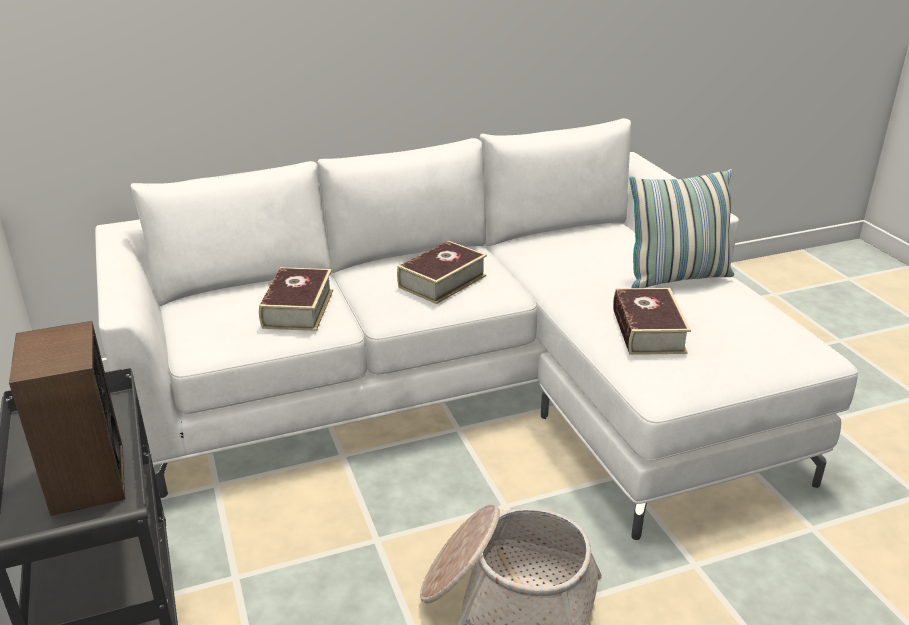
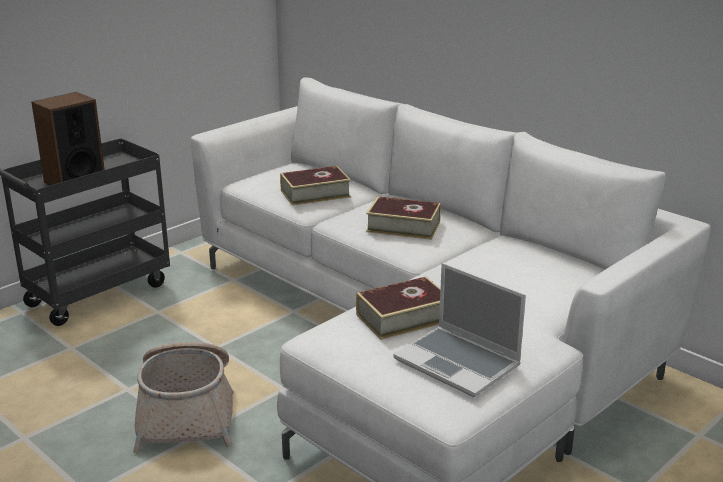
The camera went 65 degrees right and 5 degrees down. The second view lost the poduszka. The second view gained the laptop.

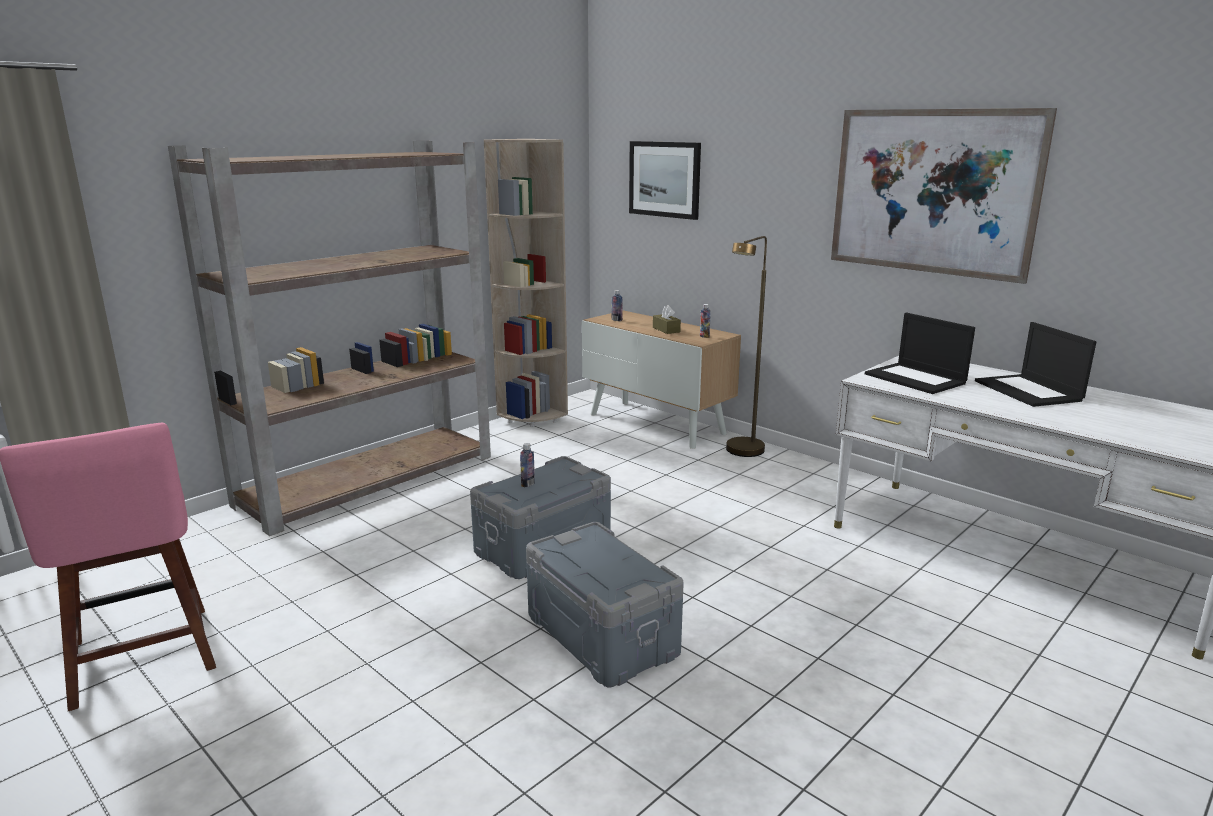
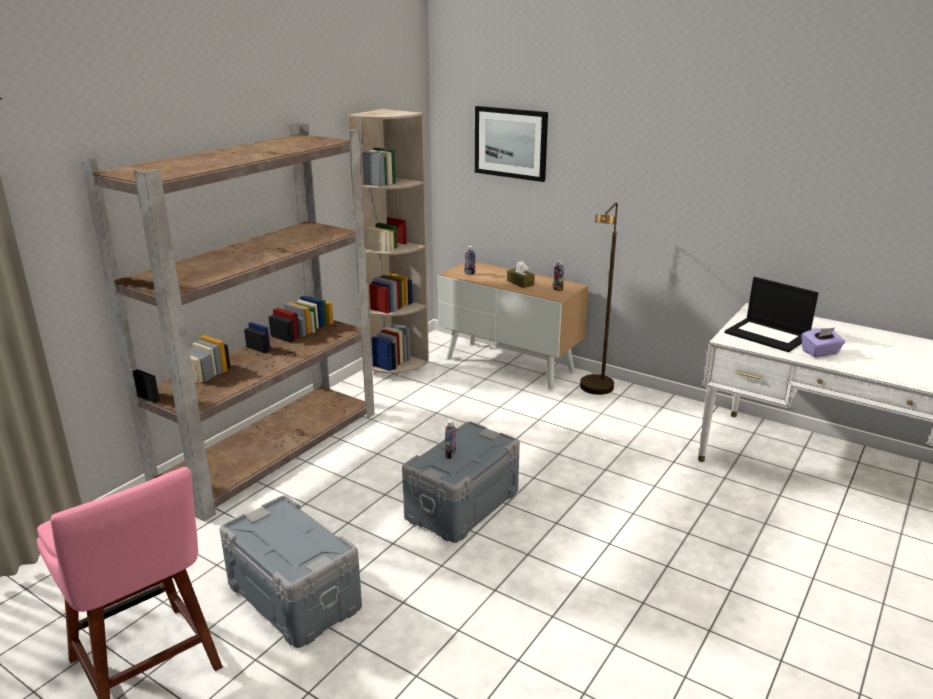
The camera went 10 degrees left and 5 degrees up. The second view lost the obraz (no. 2 from left). The second view lost the laptop (no. 2 from left). The pojemnik do przechowywania (szary) (no. 2 from left in the first image) ended up elsewhere. The second view gained the pudełko chusteczek (fioletowy).

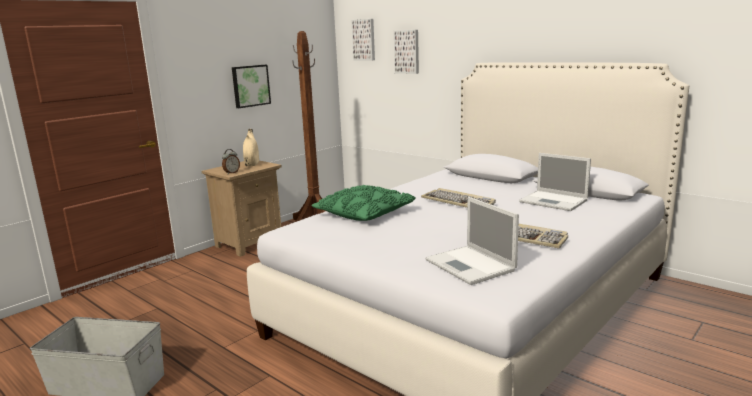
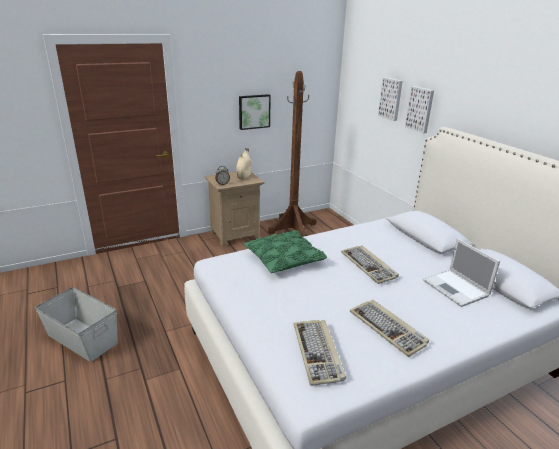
The camera went 20 degrees right and 10 degrees up. The obraz (no. 2 from left in the first image) ended up elsewhere. Where the laptop (no. 1 from left) stood, the klawiatura (no. 1 from left) came to stand.

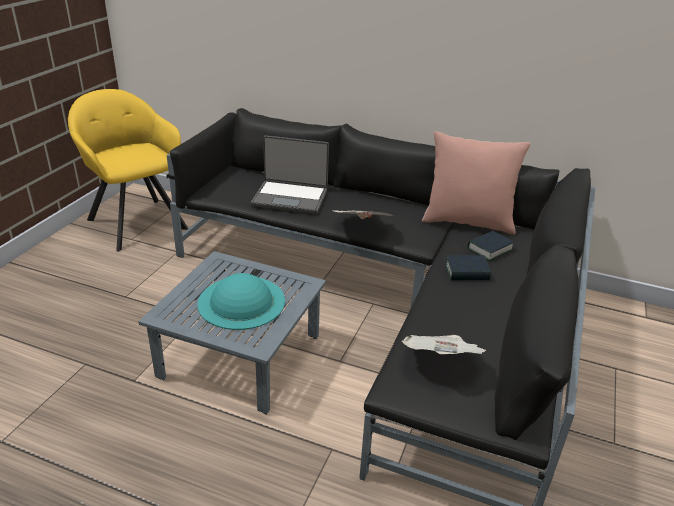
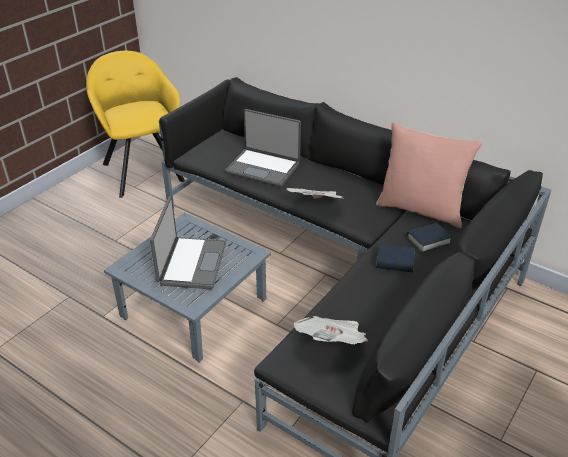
The camera went 15 degrees right and 5 degrees up. Where the kapelusz (turkusowy) stood, the laptop (no. 1 from left) came to stand.

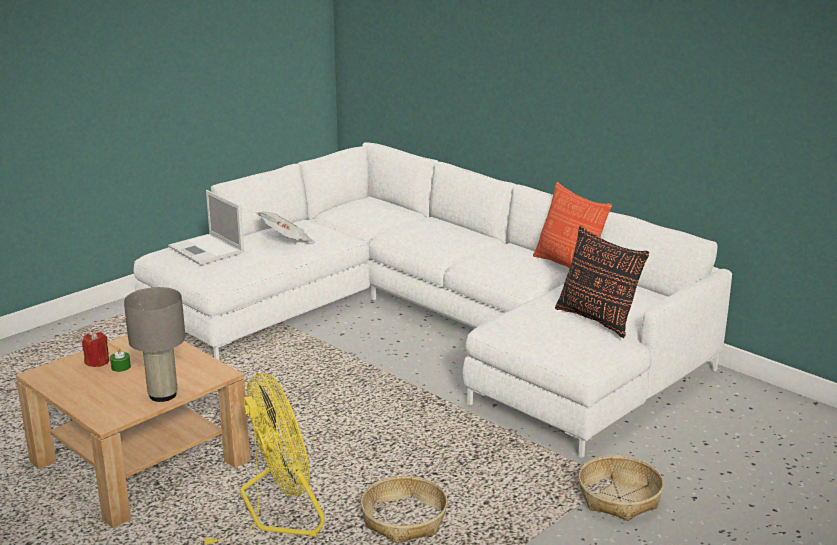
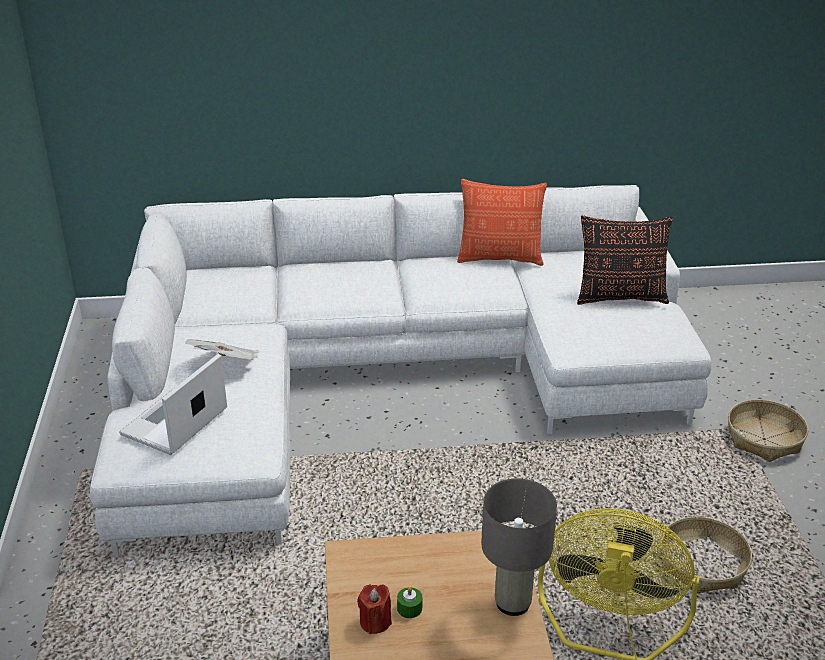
The camera went 50 degrees left and 10 degrees up. The laptop ended up facing another way, 120 degrees clockwise from before.

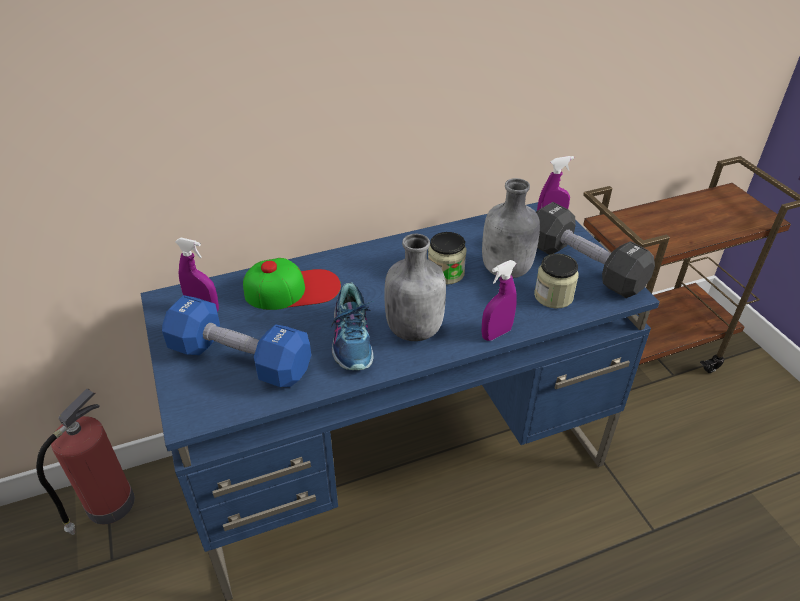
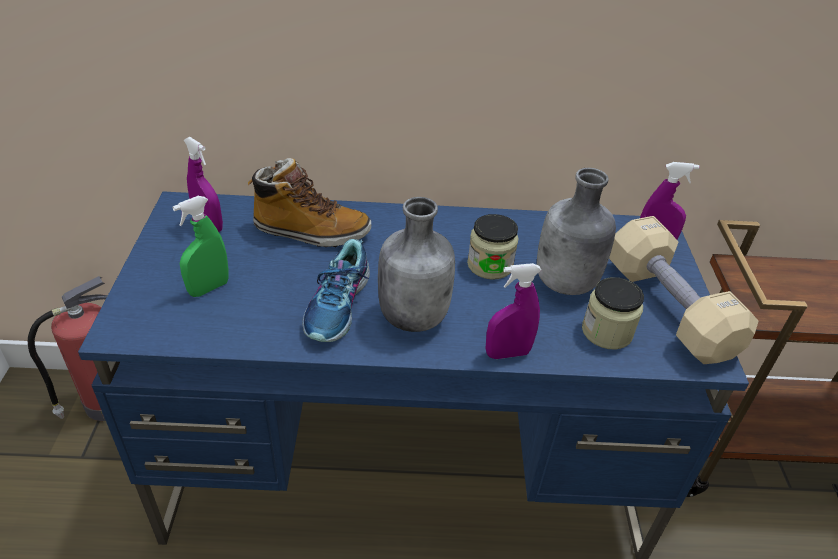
The camera went 20 degrees right and 0 degrees up. What was the hantel (czarny) turned into the hantel (beżowy). Where the czapka z daszkiem stood, the but z cholewką came to stand. Where the hantel (niebieski) stood, the spryskiwacz (zielony) came to stand.

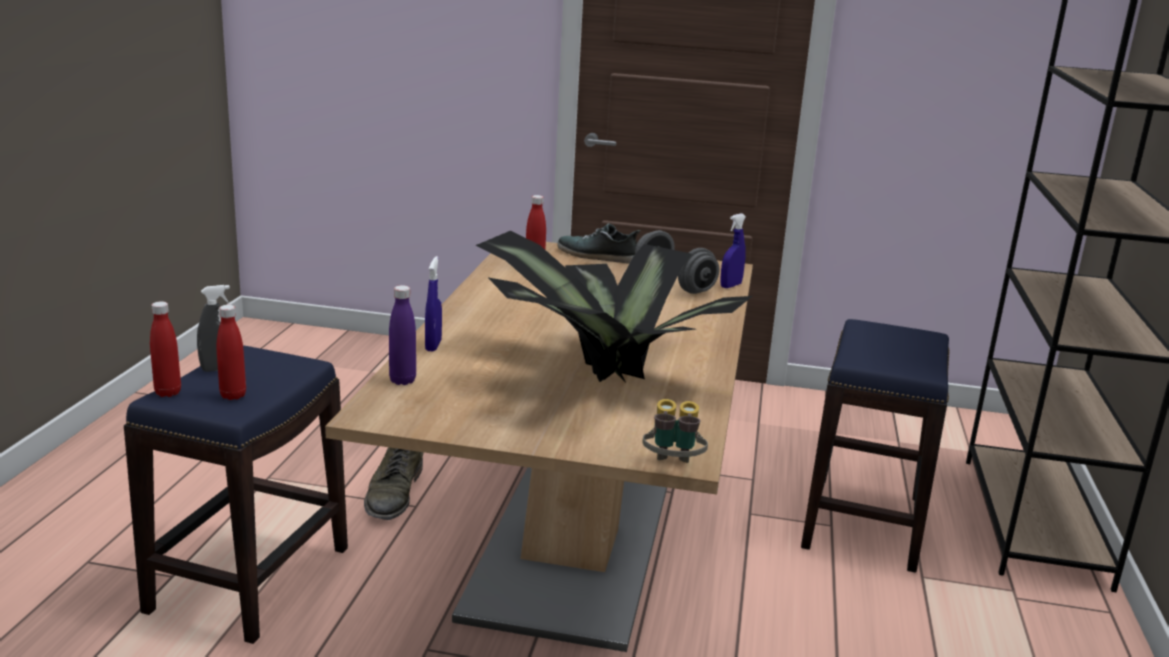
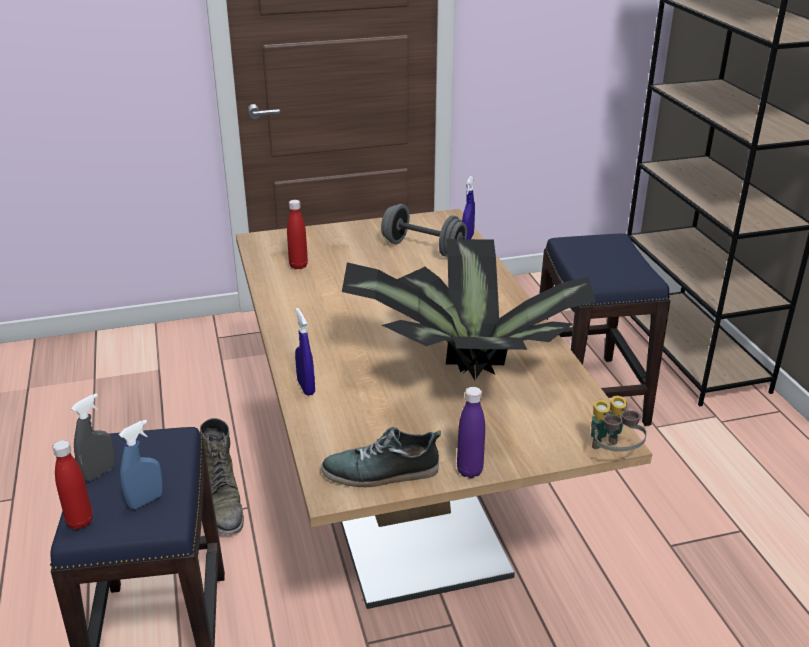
The camera went 25 degrees left and 10 degrees up. The but ended up elsewhere. The butelka (fioletowy) ended up elsewhere. Where the butelka (czerwony) (no. 2 from left) stood, the spryskiwacz (niebieski) (no. 1 from left) came to stand.

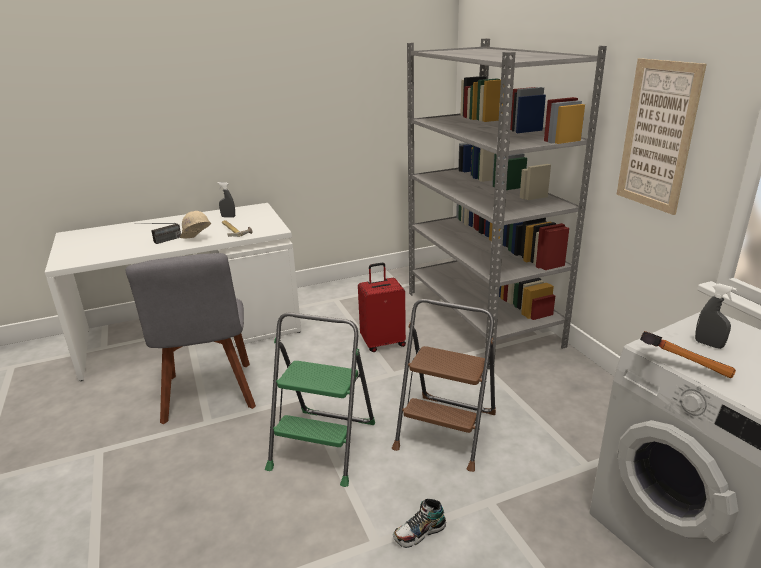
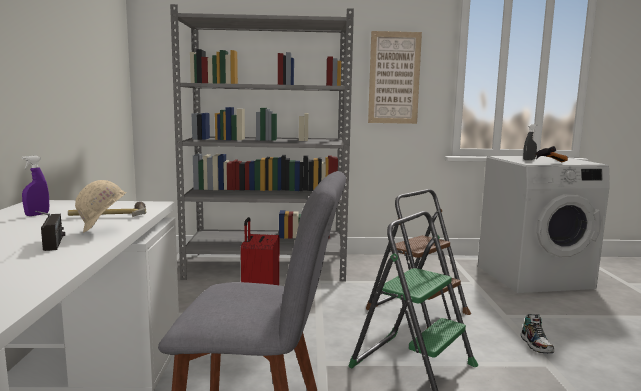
The camera went 70 degrees left and 15 degrees down. What was the spryskiwacz (szary) (no. 1 from left) turned into the spryskiwacz (fioletowy).

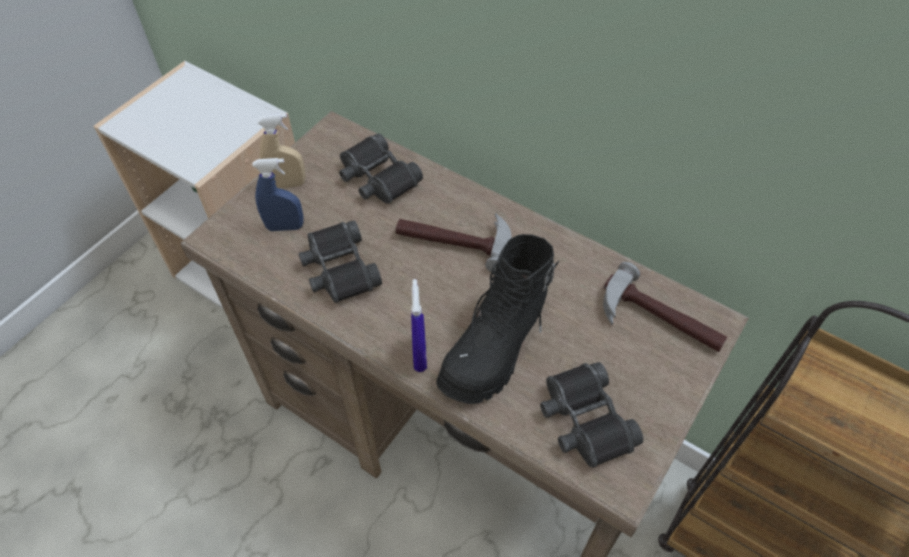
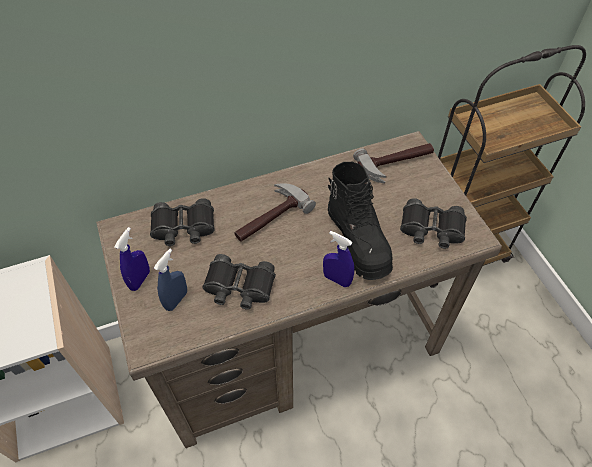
The camera went 55 degrees left and 0 degrees up. What was the spryskiwacz (beżowy) turned into the spryskiwacz (niebieski) (no. 1 from left).

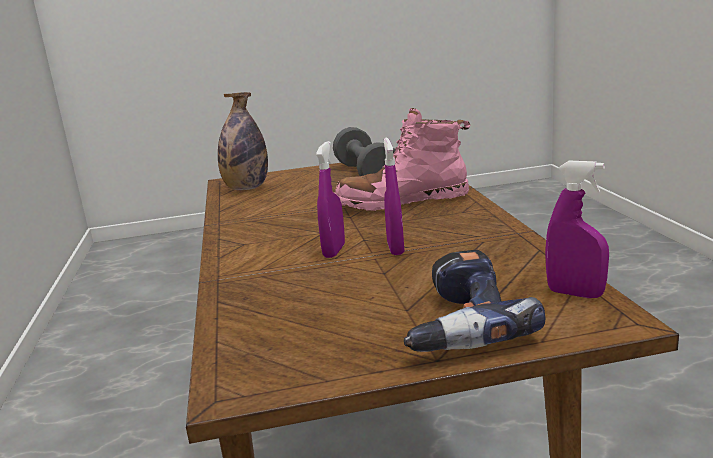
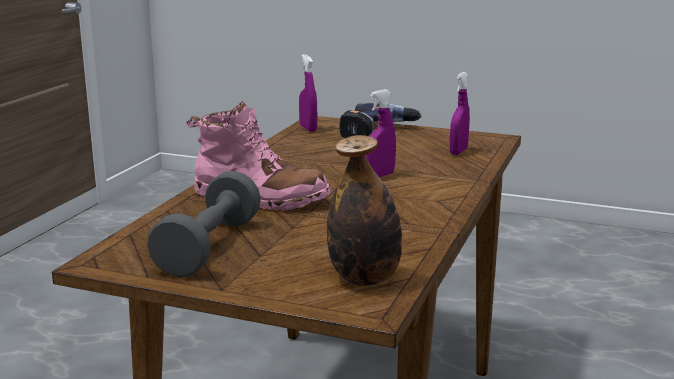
The camera went 150 degrees left and 0 degrees up. The spryskiwacz (fioletowy) (no. 2 from left in the first image) ended up elsewhere.

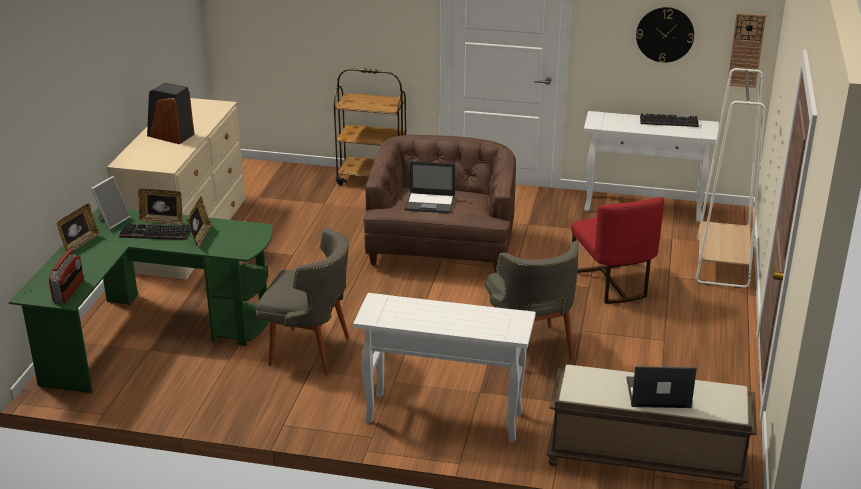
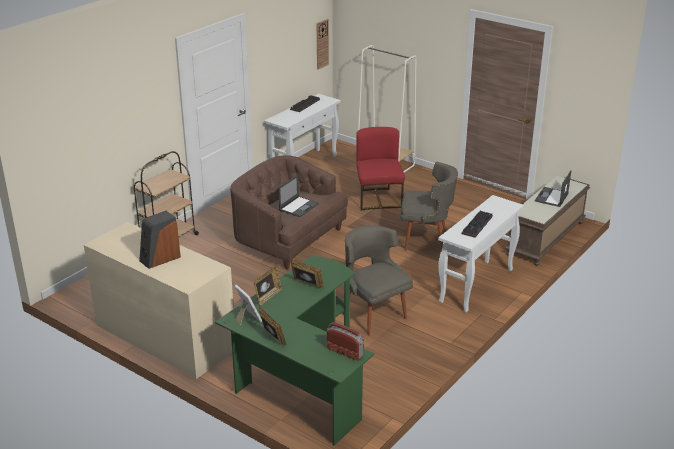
The camera went 65 degrees left and 0 degrees up. The second view lost the zegar ścienny (no. 1 from left). The krzesło (czerwony) ended up facing another way, 105 degrees counterclockwise from before. The klawiatura (no. 1 from left in the first image) ended up elsewhere. The krzesło (szary) (no. 1 from left) ended up facing another way, 75 degrees counterclockwise from before.

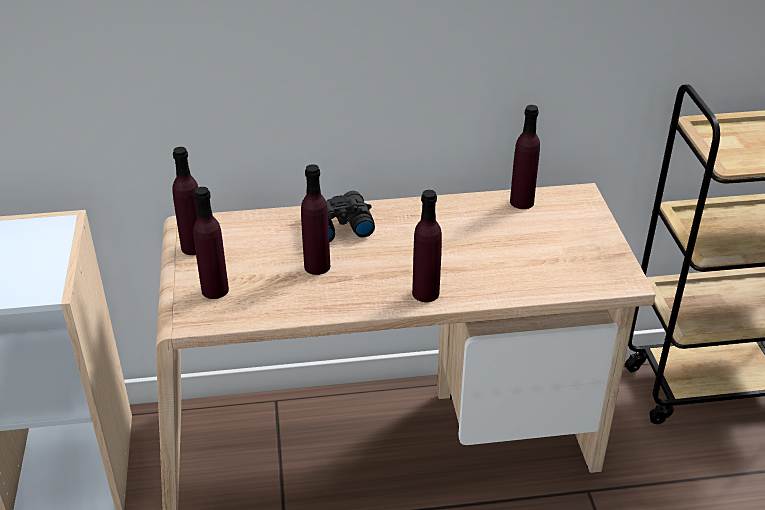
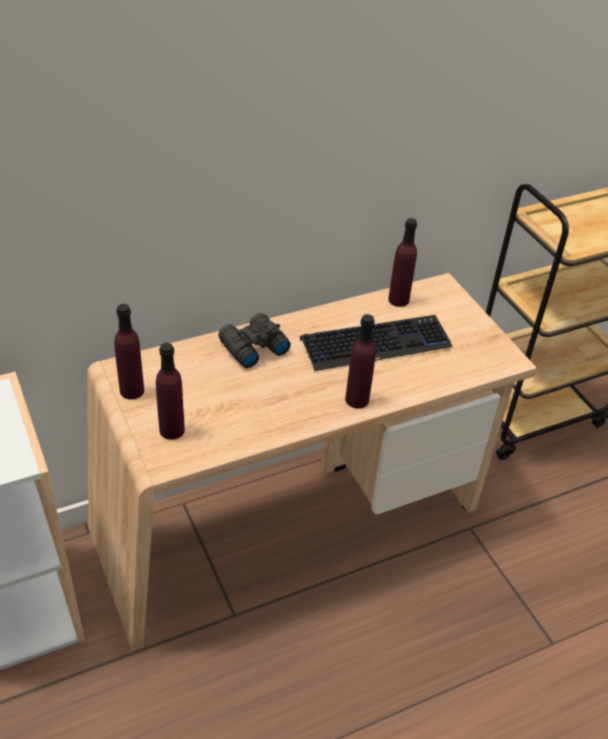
The camera went 20 degrees left and 5 degrees up. The second view lost the butelka (fioletowy) (no. 3 from left). The second view gained the klawiatura.

